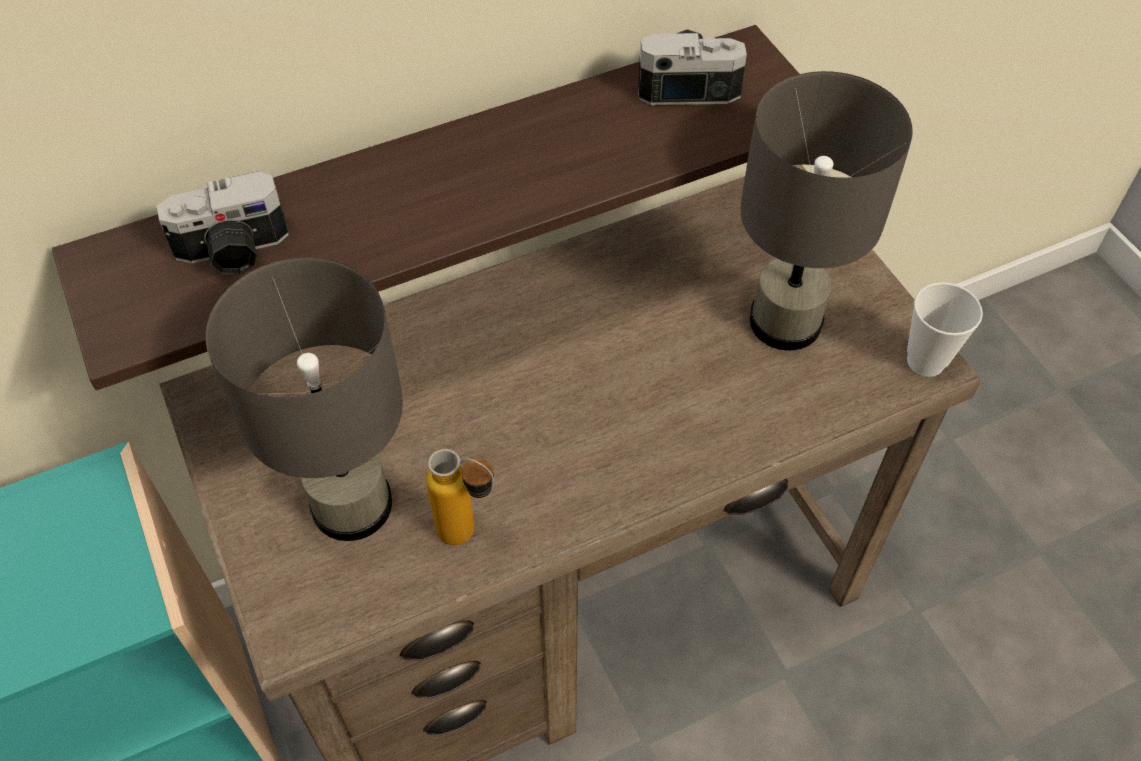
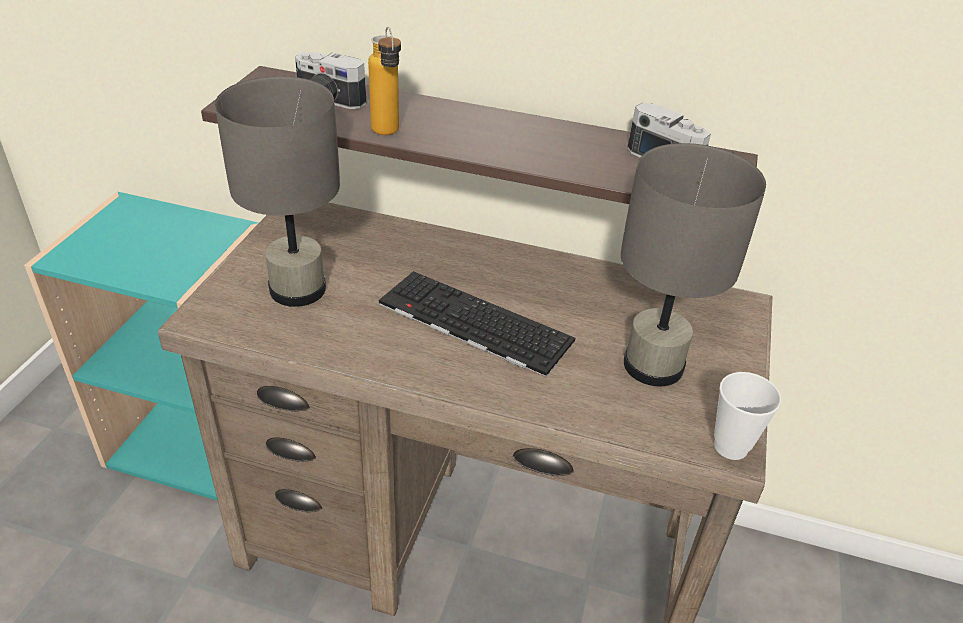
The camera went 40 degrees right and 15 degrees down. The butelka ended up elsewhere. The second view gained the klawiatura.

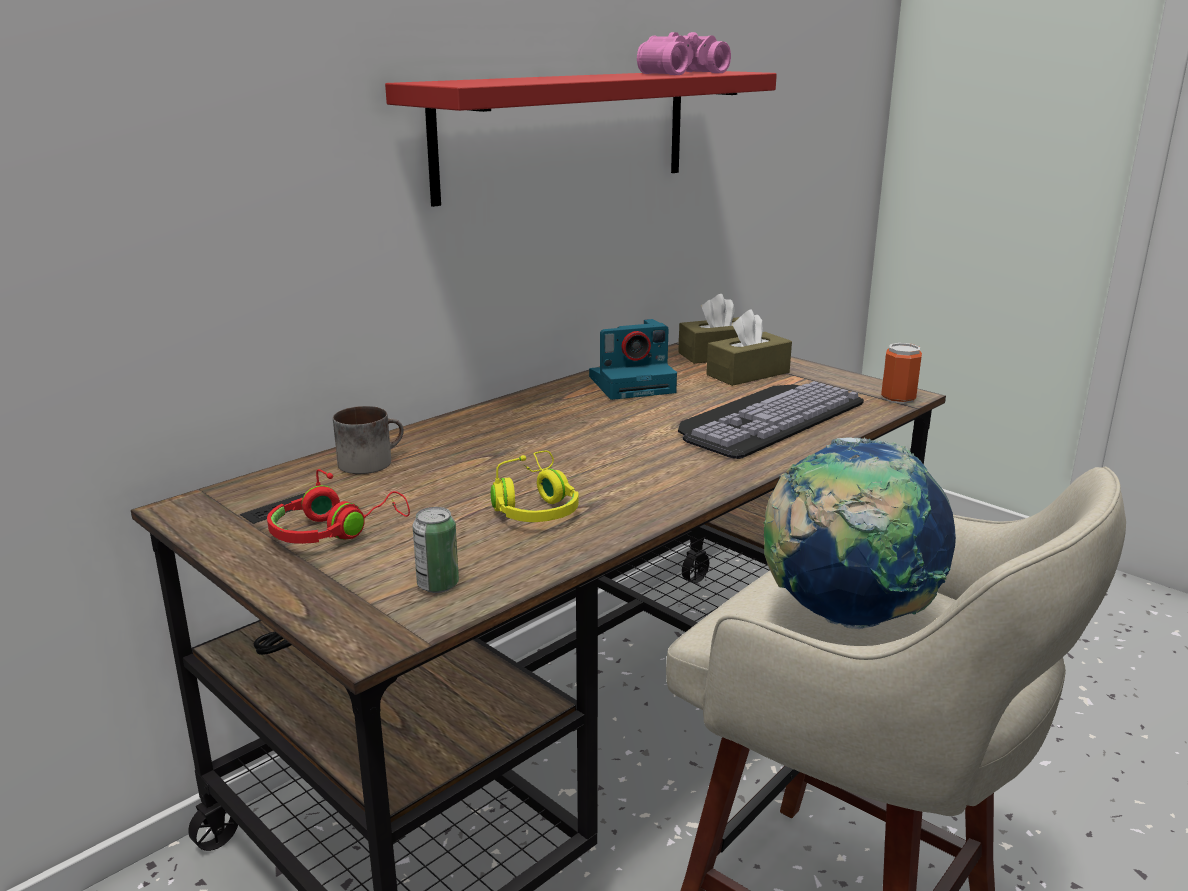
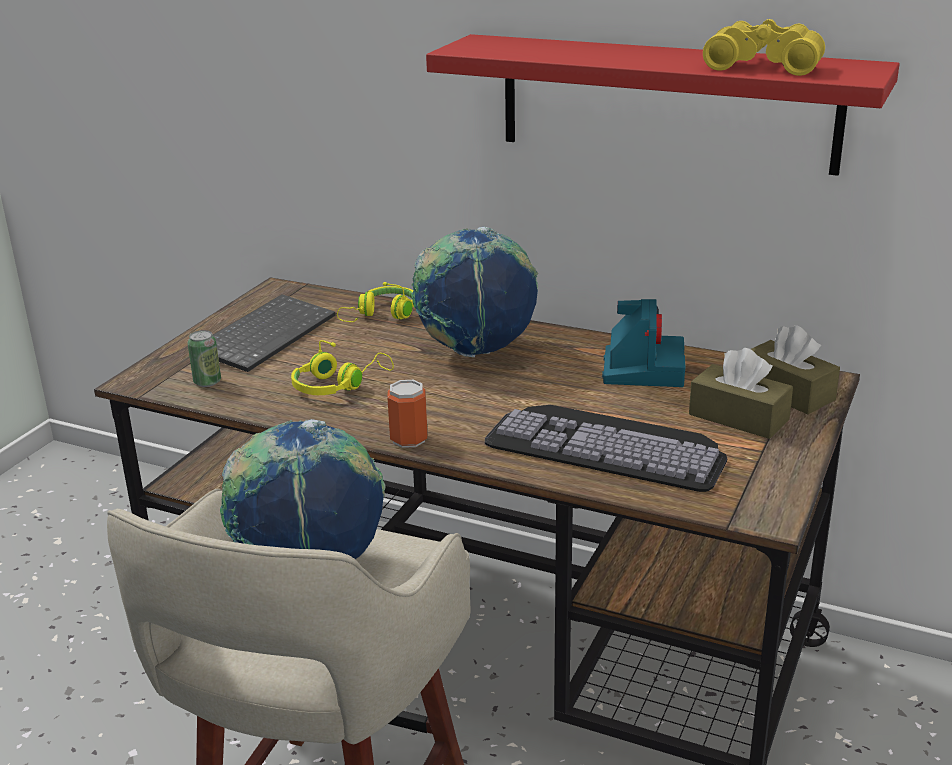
The camera went 70 degrees right and 5 degrees up. What was the lornetka (różowy) turned into the lornetka (żółty). The aparat fotograficzny ended up facing another way, 135 degrees counterclockwise from before. The puszka (no. 2 from left) ended up elsewhere. Where the kubek stood, the słuchawki (żółty) (no. 2 from left) came to stand. Where the słuchawki (czerwony) stood, the klawiatura (no. 1 from left) came to stand. The second view gained the globus (no. 2 from left).

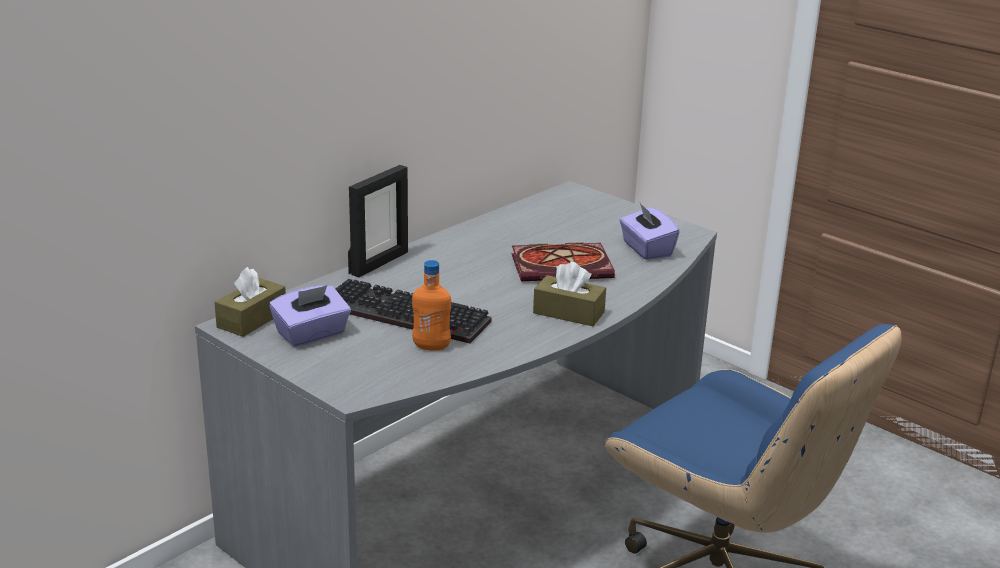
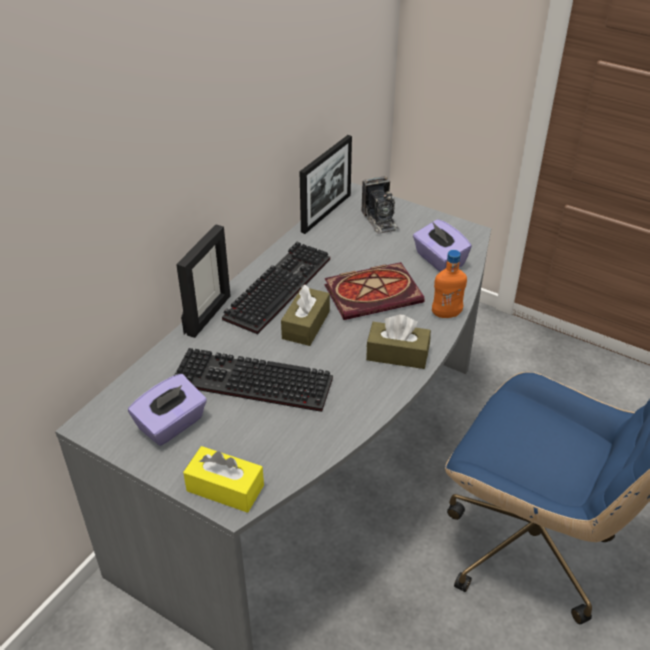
The camera went 10 degrees left and 15 degrees up. The butelka (pomarańczowy) ended up elsewhere. The pudełko chusteczek (brązowy) (no. 1 from left) ended up elsewhere. The second view gained the ramka na zdjęcie (no. 2 from left). The second view gained the aparat fotograficzny. The second view gained the klawiatura (no. 2 from left). The second view gained the pudełko chusteczek (żółty).

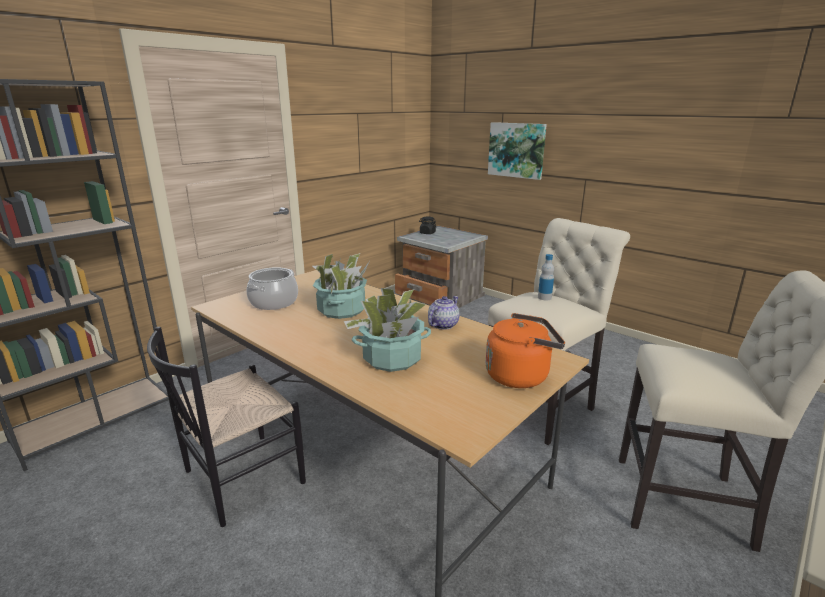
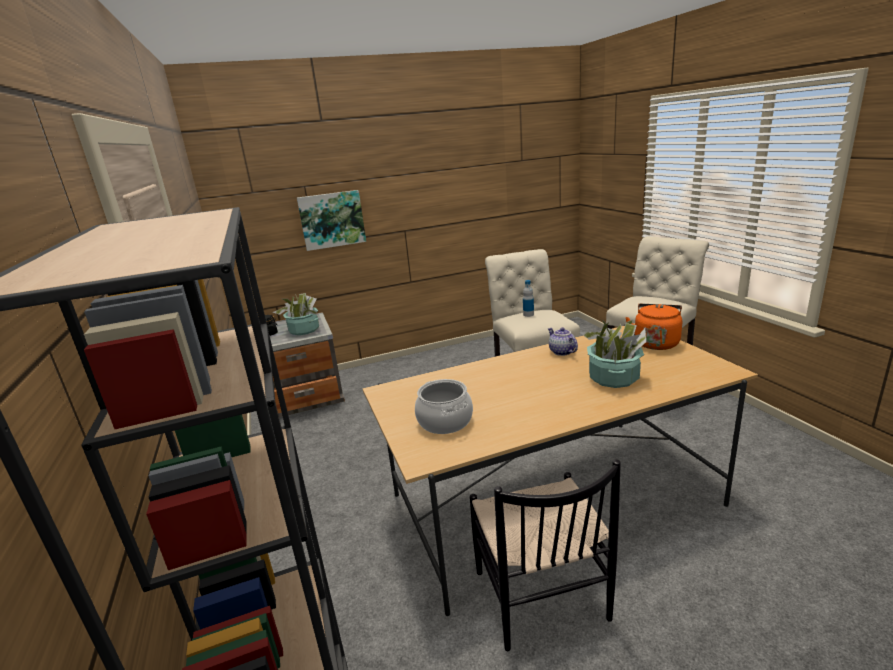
The camera went 60 degrees left and 0 degrees up. The roślina doniczkowa (no. 1 from left) ended up elsewhere.

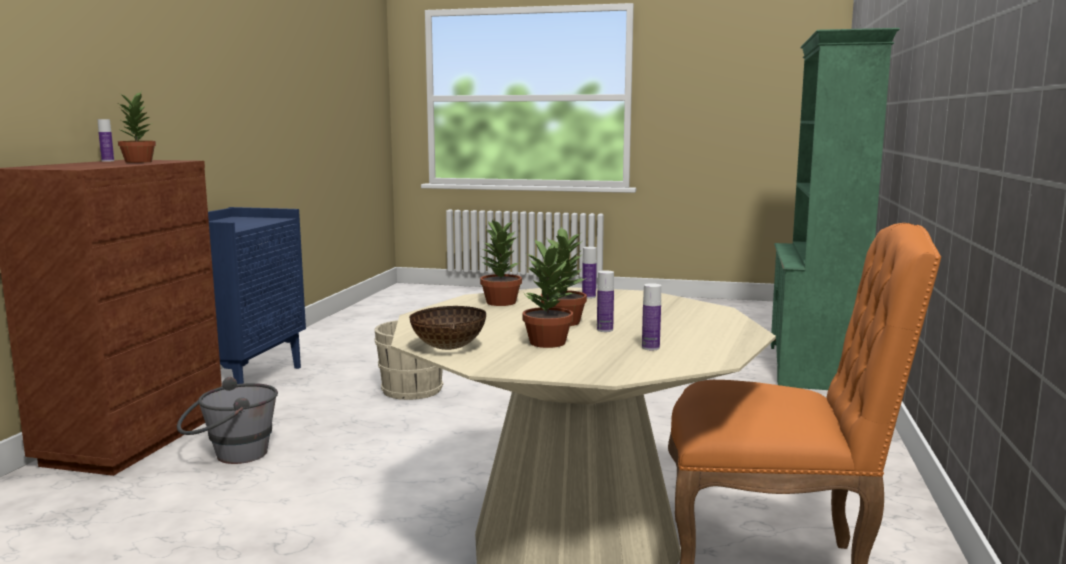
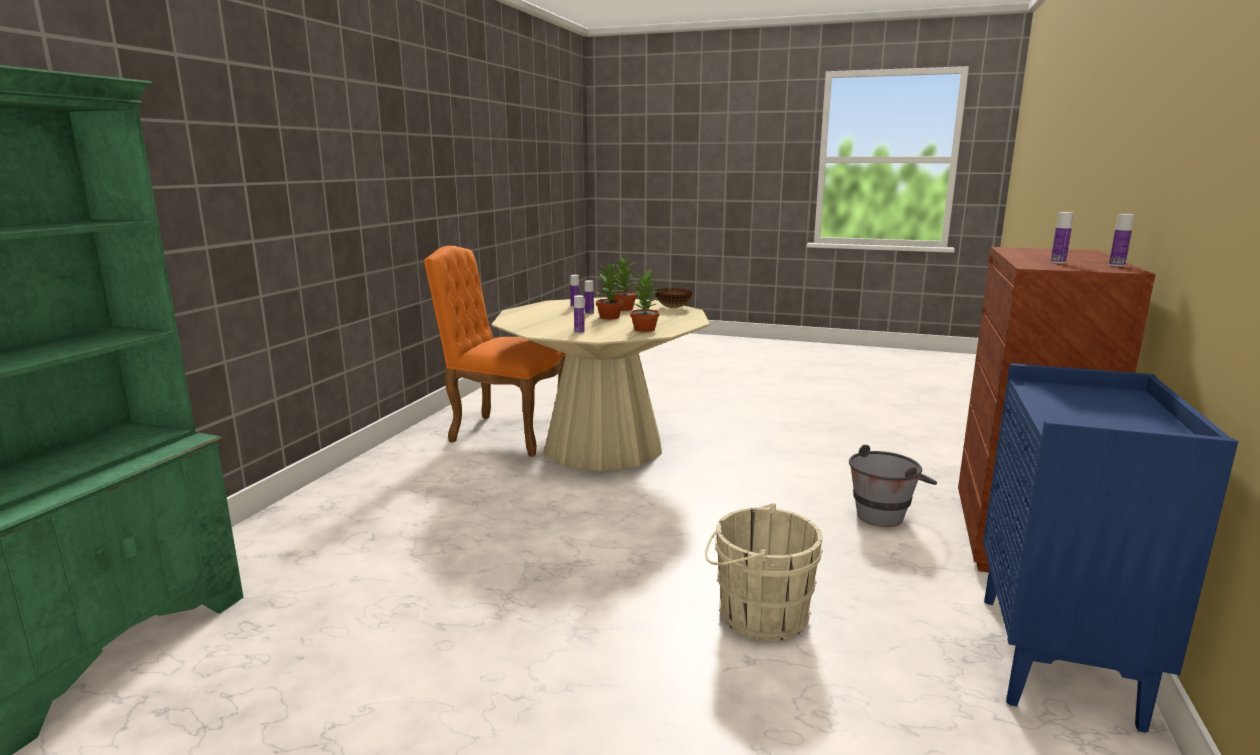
The camera went 175 degrees left and 5 degrees up. Where the roślina doniczkowa (no. 1 from left) stood, the butelka (no. 4 from left) came to stand.

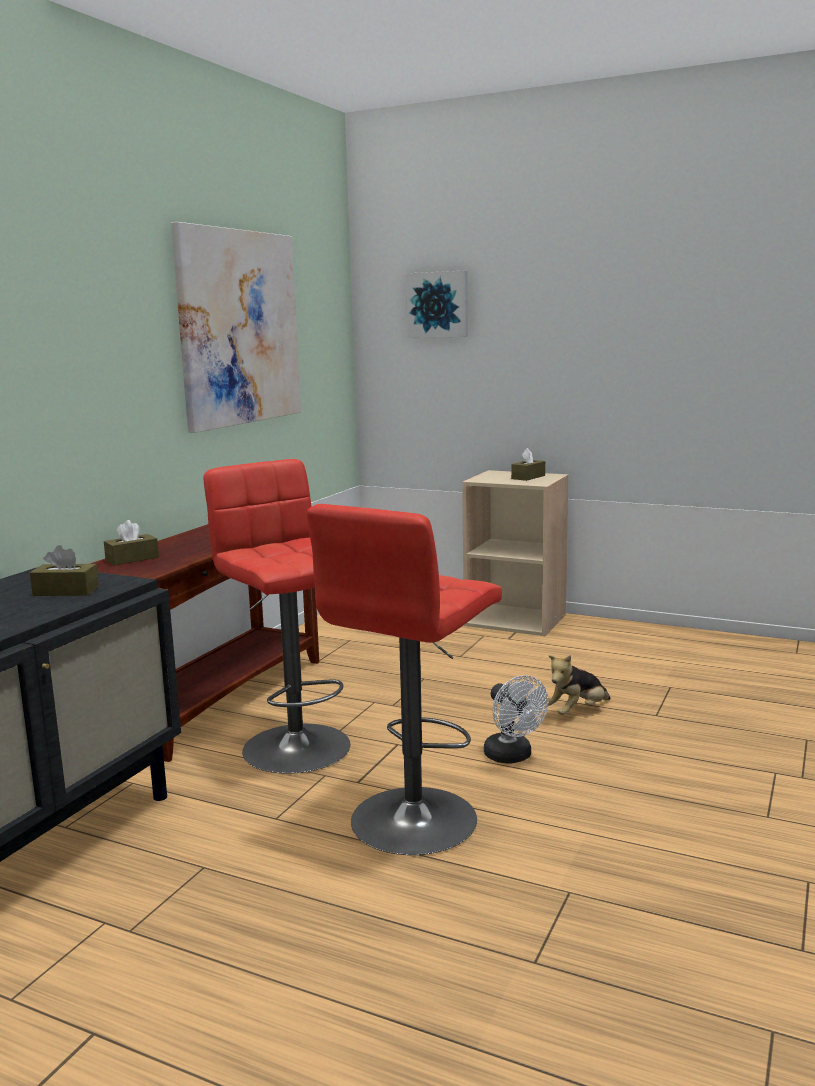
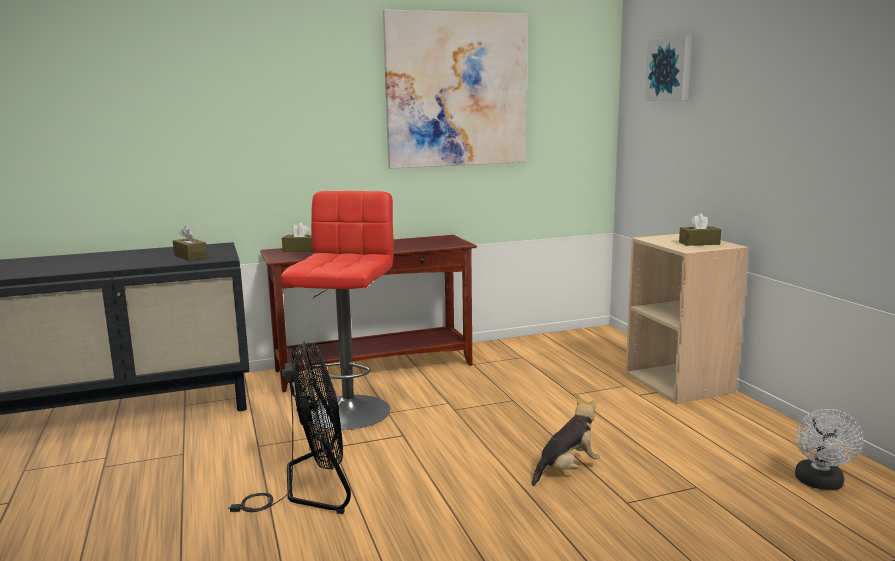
The camera went 45 degrees right and 0 degrees up. Where the stołek (czerwony) (no. 2 from left) stood, the wentylator (czarny) came to stand. The pluszak ended up facing another way, 135 degrees clockwise from before. The wentylator (biały) ended up elsewhere.

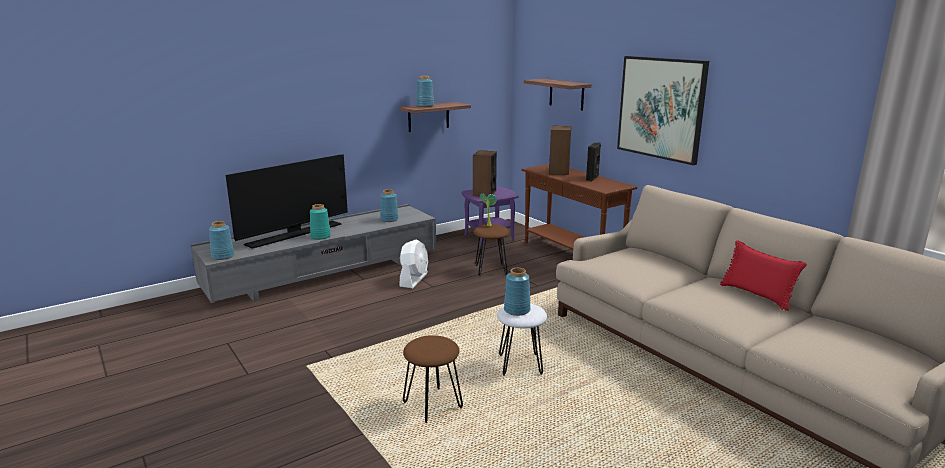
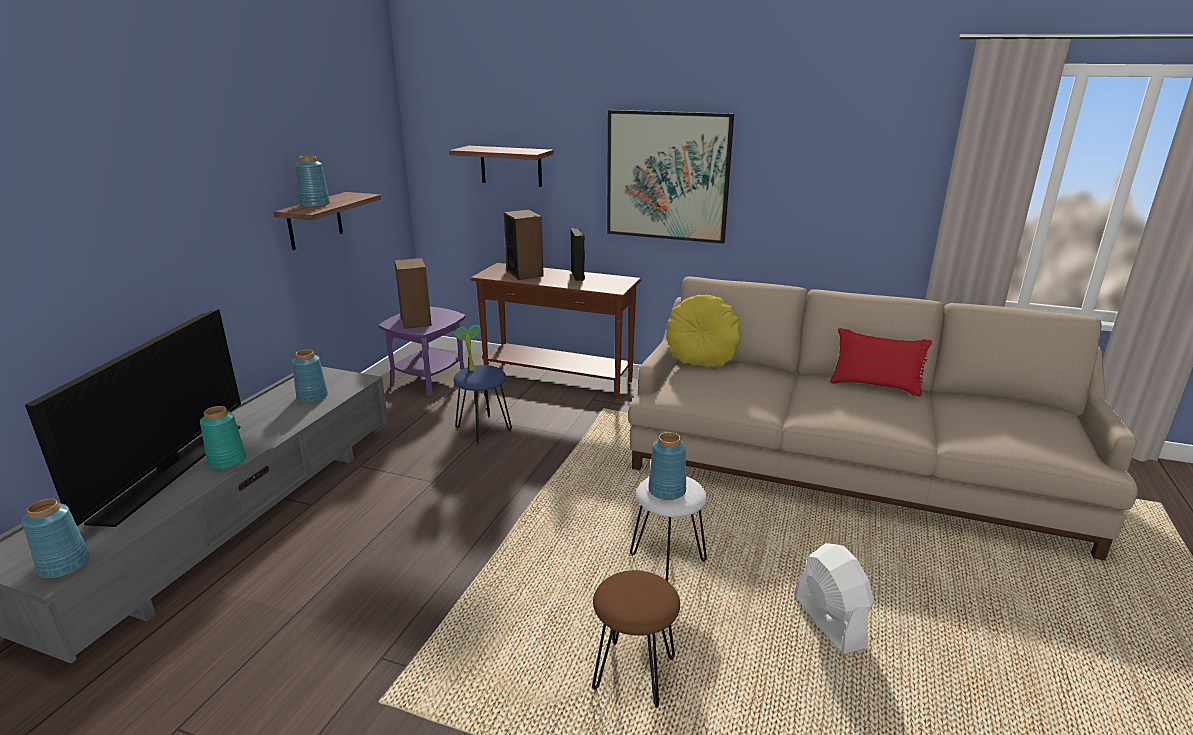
The camera went 35 degrees left and 5 degrees up. What was the stołek (brązowy) (no. 2 from left) turned into the stołek (niebieski). The wentylator (biały) ended up elsewhere. The second view gained the poduszka (żółty).

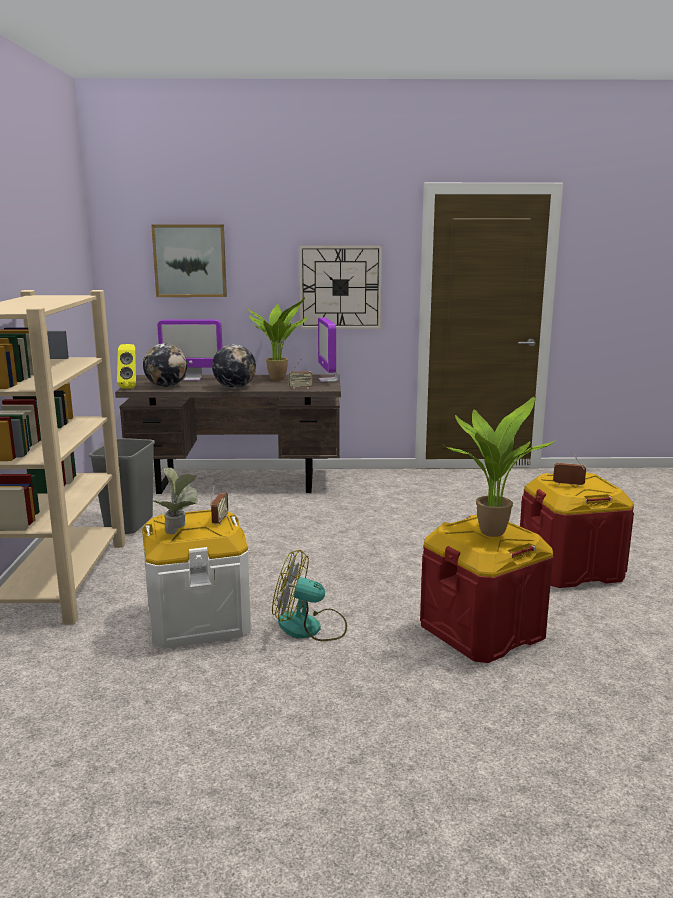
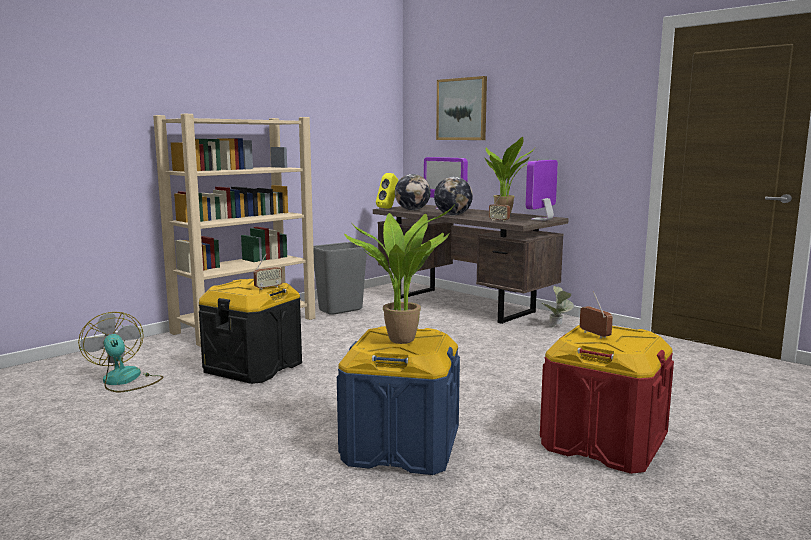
The camera went 45 degrees right and 5 degrees down. The second view lost the zegar ścienny. The roślina doniczkowa (no. 1 from left in the first image) ended up elsewhere. What was the pojemnik do przechowywania (biały) turned into the pojemnik do przechowywania (czarny). What was the pojemnik do przechowywania (czerwony) (no. 1 from left) turned into the pojemnik do przechowywania (niebieski). The wentylator ended up elsewhere.

